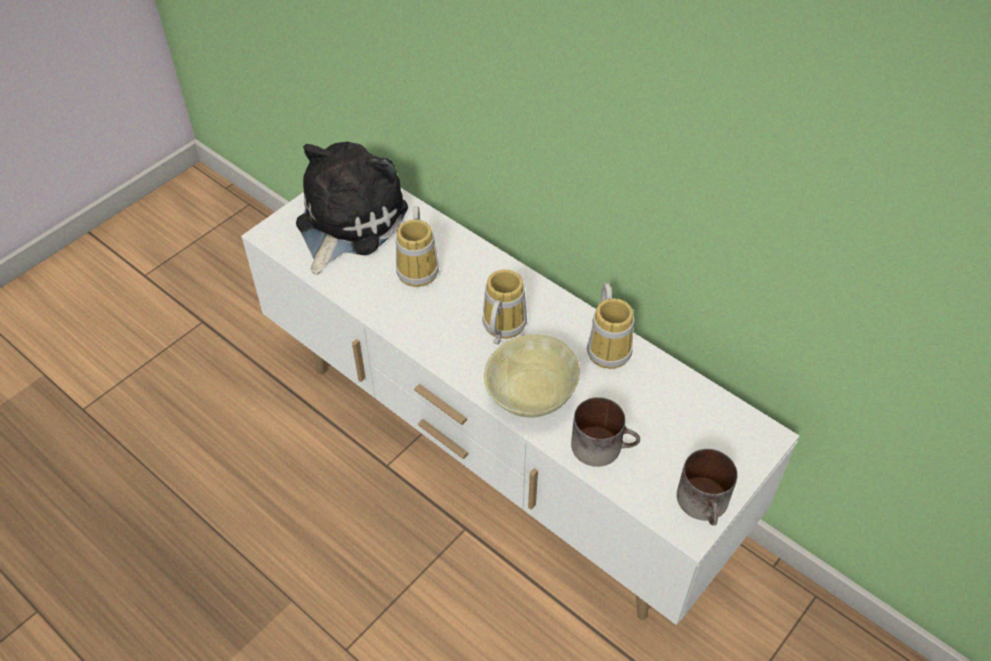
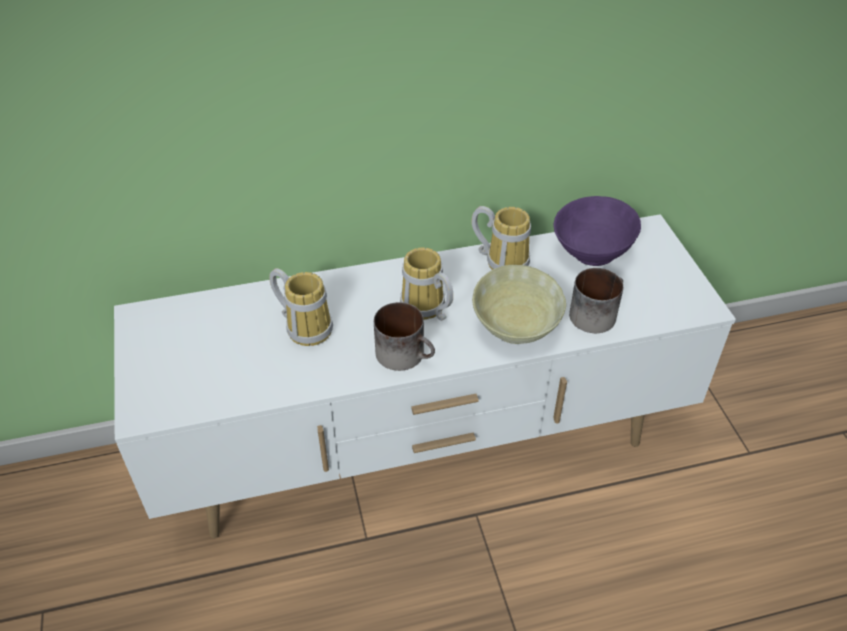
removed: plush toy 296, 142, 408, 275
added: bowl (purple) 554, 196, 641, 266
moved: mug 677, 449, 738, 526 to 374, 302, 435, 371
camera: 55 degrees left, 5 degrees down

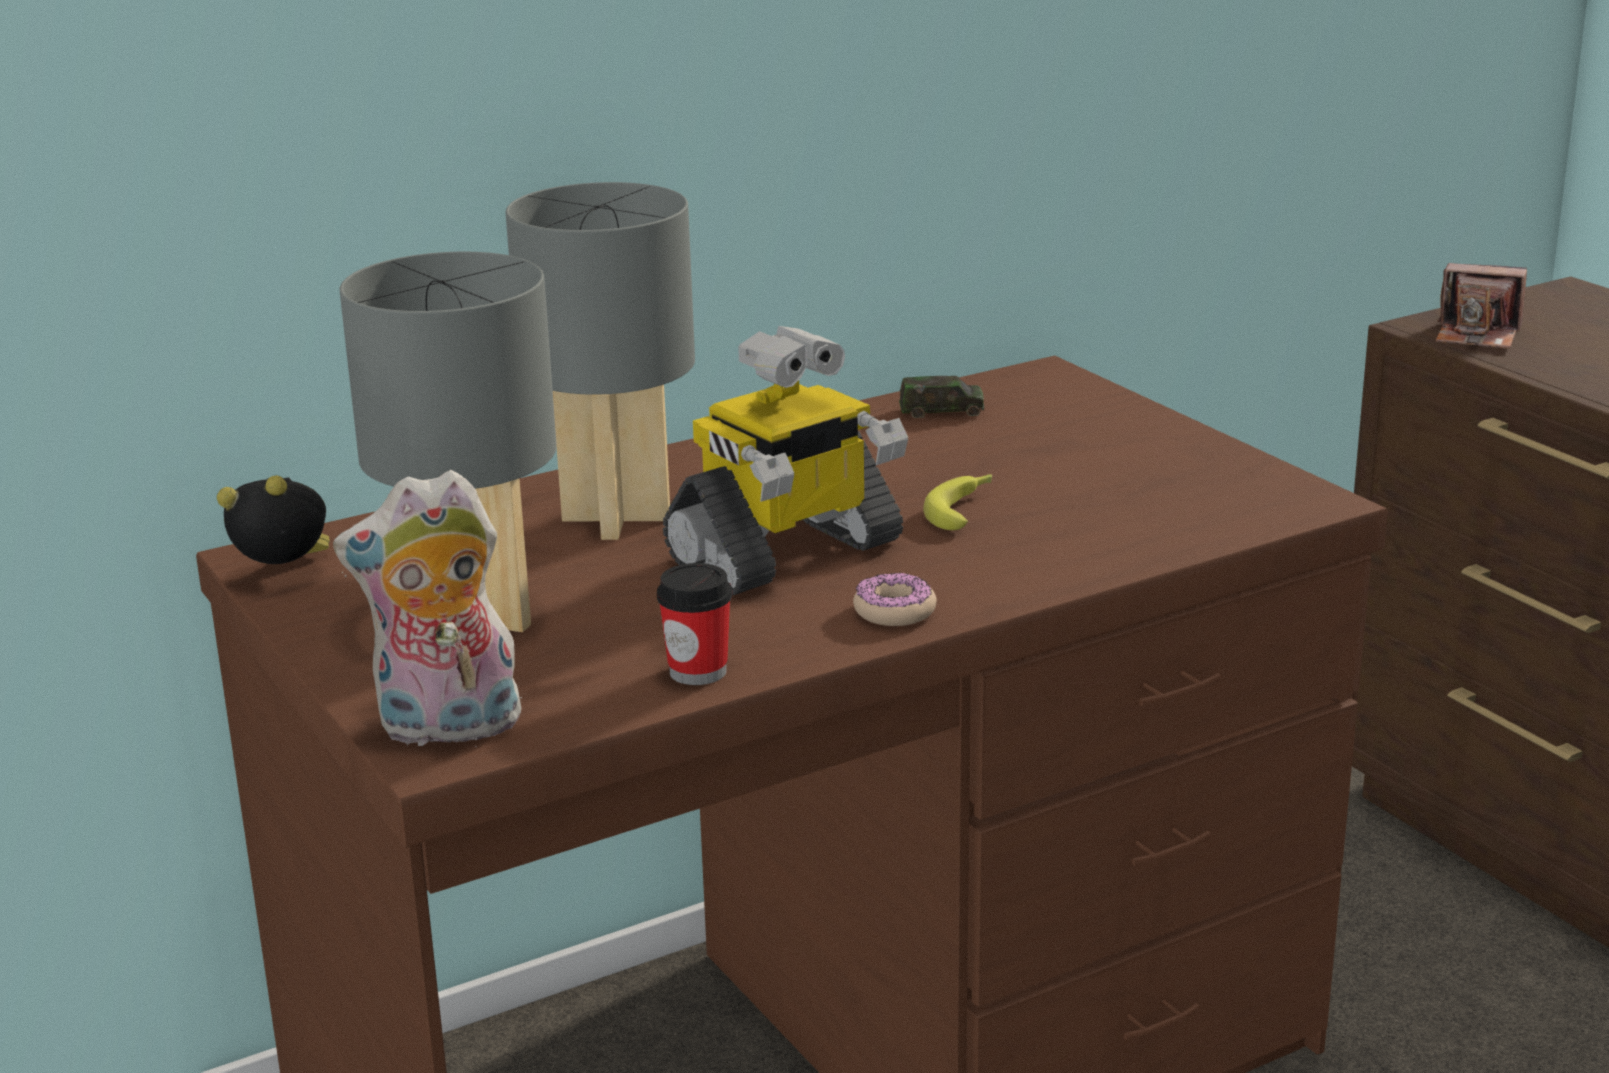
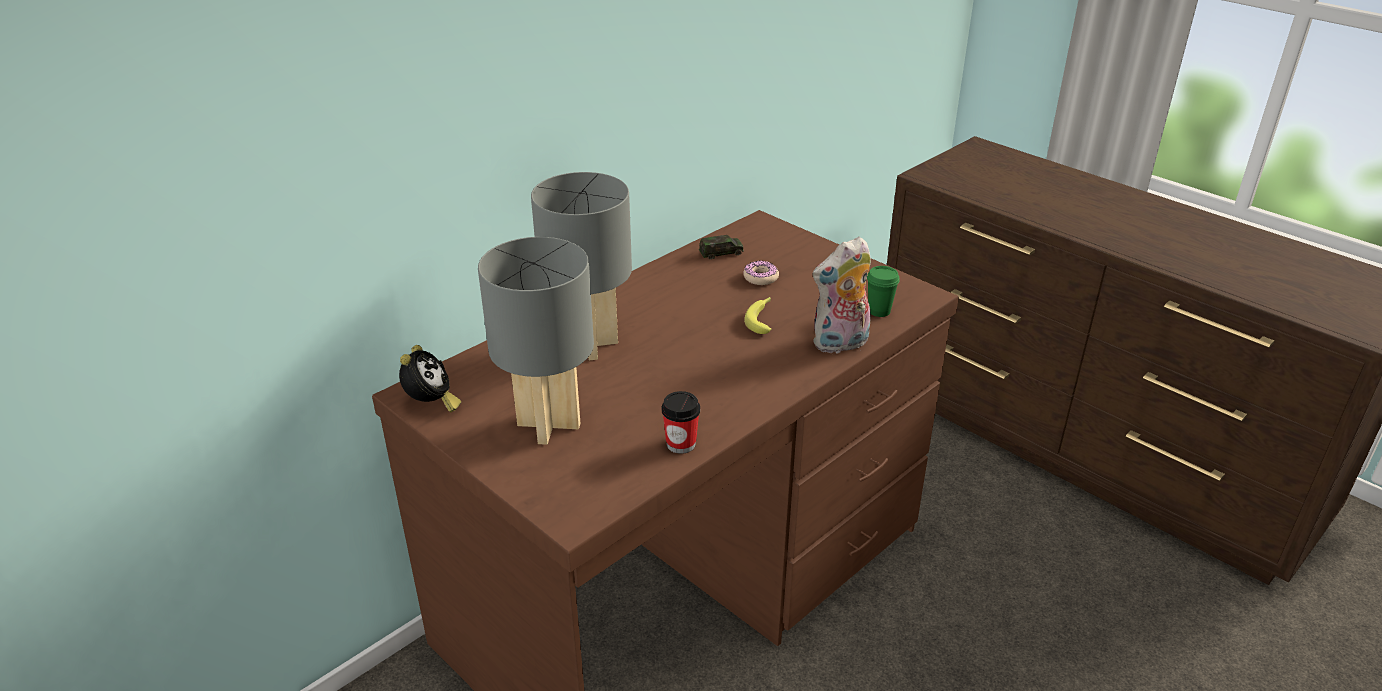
removed: toy robot 663, 326, 908, 595; photo camera 1436, 263, 1527, 349
added: cup (green) 867, 266, 900, 317
moved: plush toy 333, 470, 526, 747 to 812, 237, 871, 354; donut 853, 573, 937, 626 to 743, 261, 779, 285
turned: alarm clock 217, 475, 330, 564 = 399, 345, 461, 413 105 degrees clockwise
camera: 15 degrees left, 10 degrees up

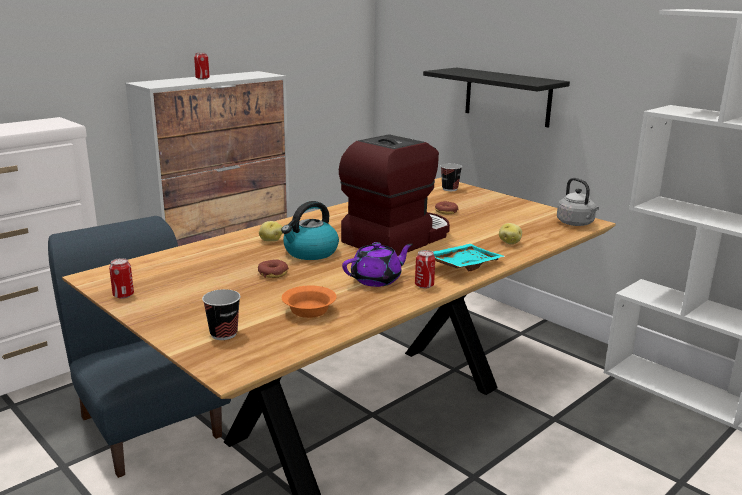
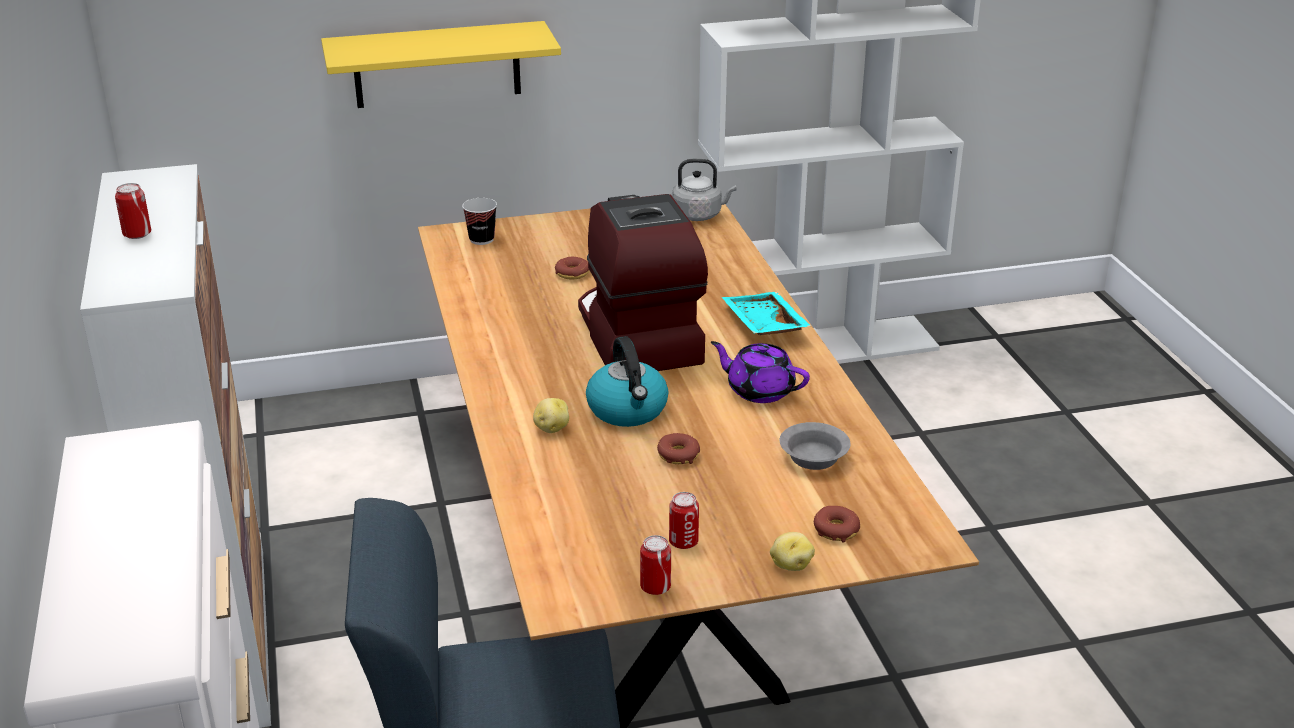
moved: can 415, 250, 435, 289 to 669, 492, 699, 549; potato 499, 223, 522, 244 to 770, 532, 815, 571
replaced: cup 202, 289, 240, 340 to donut 814, 506, 860, 543
recoloured: bowl (orange) 282, 285, 337, 318 to bowl (grey) 779, 422, 851, 470; shelf (black) 423, 67, 570, 128 to shelf (yellow) 321, 21, 561, 108
turned: teapot (purple) 342, 242, 413, 287 = 711, 341, 810, 403 60 degrees counterclockwise
camera: 60 degrees left, 10 degrees up

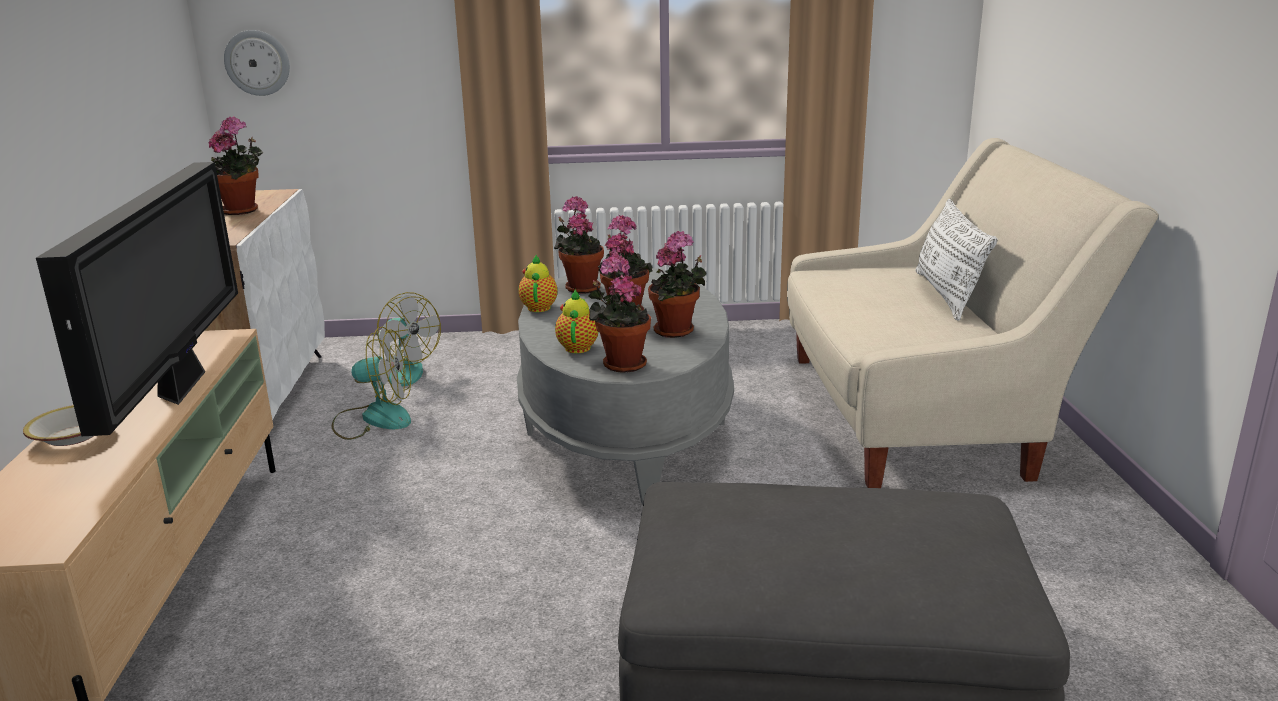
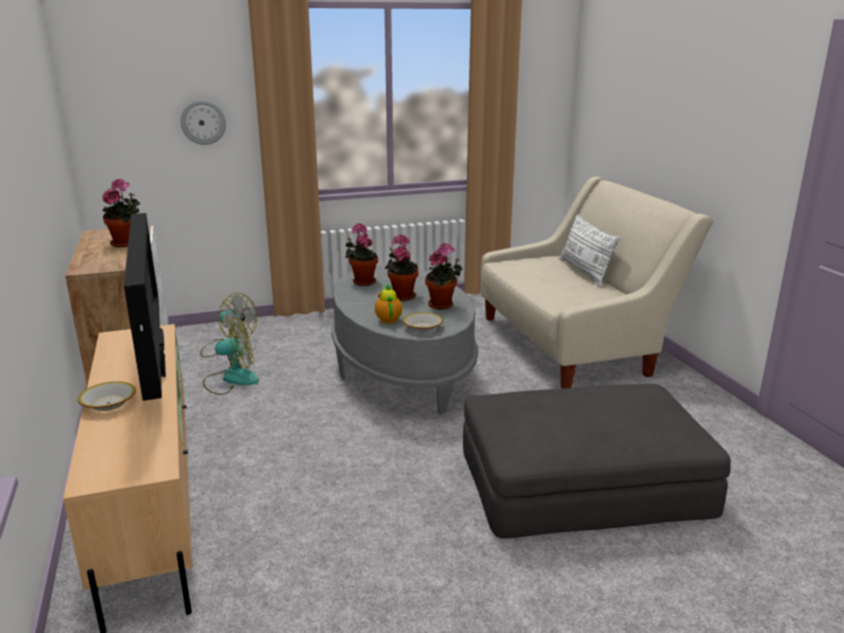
removed: teapot 518, 255, 558, 312
moved: wall clock 224, 30, 290, 96 to 180, 100, 226, 145
replaced: potted plant 589, 254, 651, 373 to bowl 403, 312, 443, 332
camera: 15 degrees left, 0 degrees up

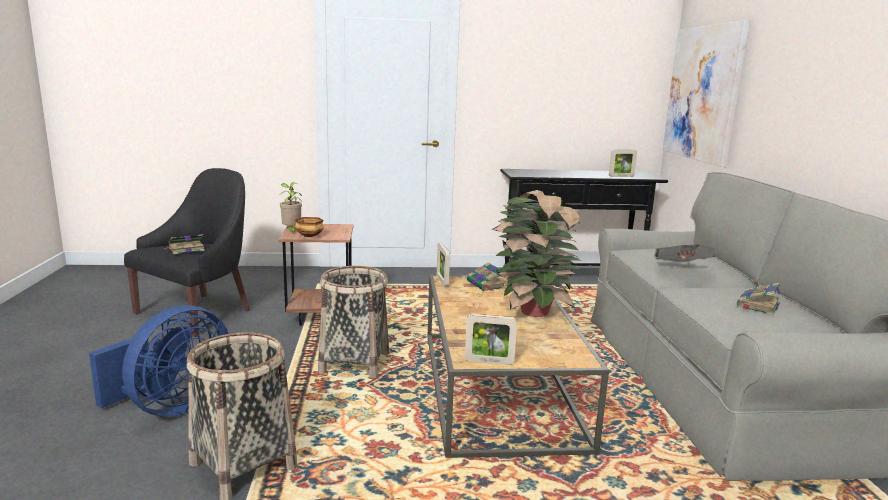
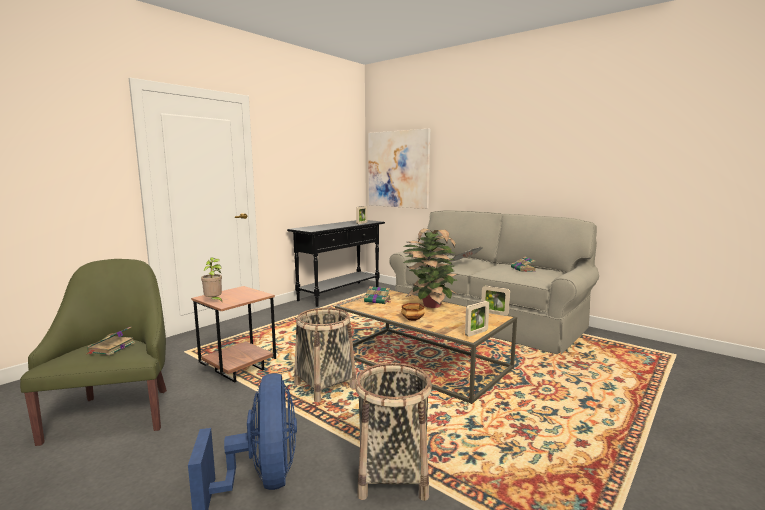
moved: bowl 295, 217, 324, 237 to 401, 303, 425, 321; picture frame 437, 243, 450, 287 to 481, 286, 510, 316
recoloured: armchair (black) 124, 168, 250, 337 to armchair (green) 20, 259, 167, 446
camera: 45 degrees left, 5 degrees down

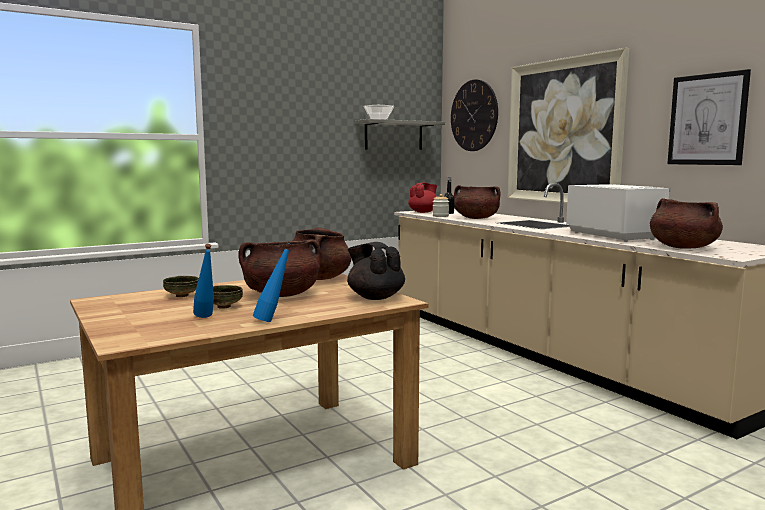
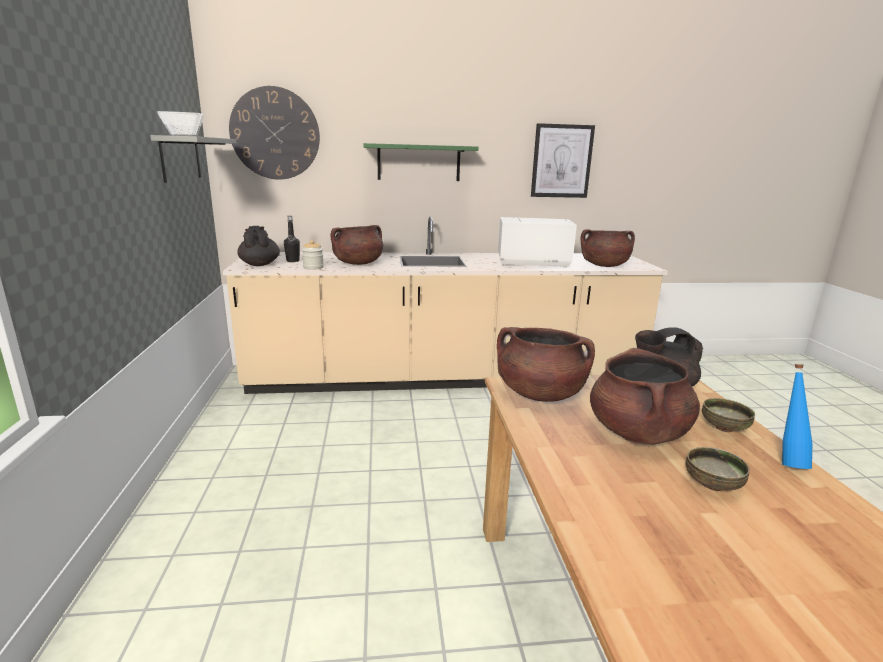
removed: bottle (blue) 193, 244, 214, 318
moved: bowl 163, 276, 199, 297 to 702, 398, 755, 432
replaced: picture 507, 47, 629, 204 to shelf (green) 363, 143, 478, 181
recoloured: teapot (red) 408, 183, 437, 213 to teapot (black) 237, 226, 280, 266
camera: 65 degrees left, 10 degrees up

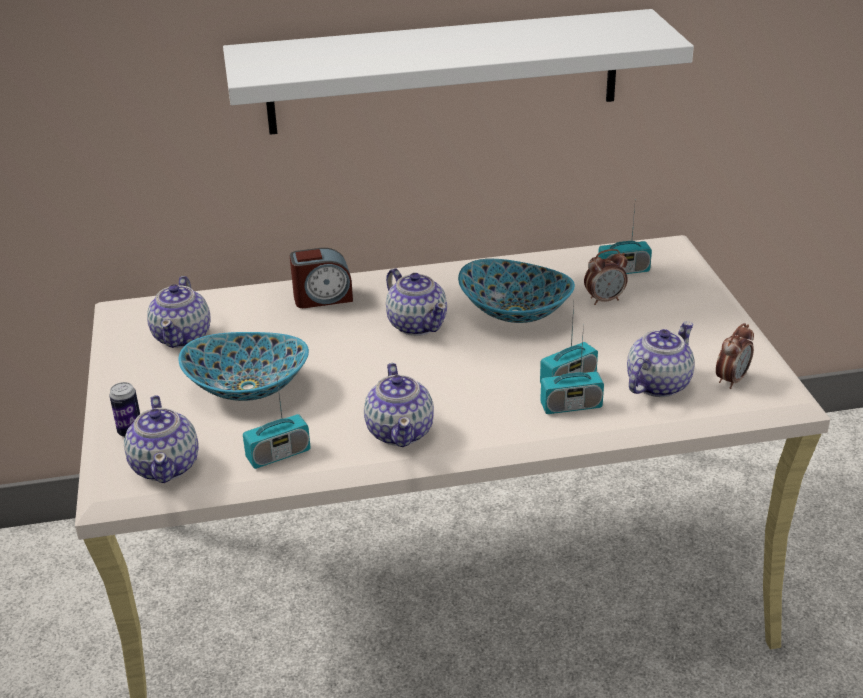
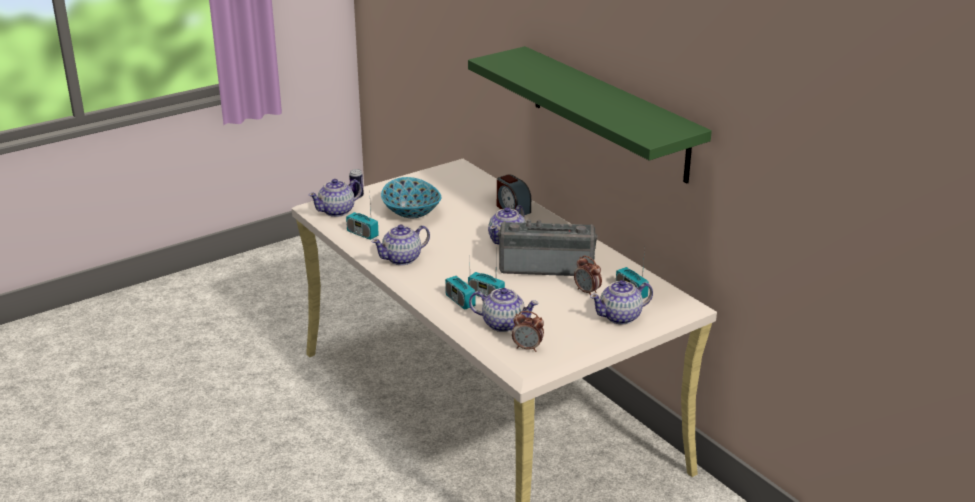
moved: teapot 147, 276, 210, 348 to 590, 280, 653, 324
replaced: bowl 458, 259, 575, 323 to radio 498, 219, 597, 276
recoloured: shelf (white) 223, 9, 694, 135 to shelf (green) 468, 46, 712, 183
camera: 65 degrees right, 5 degrees down

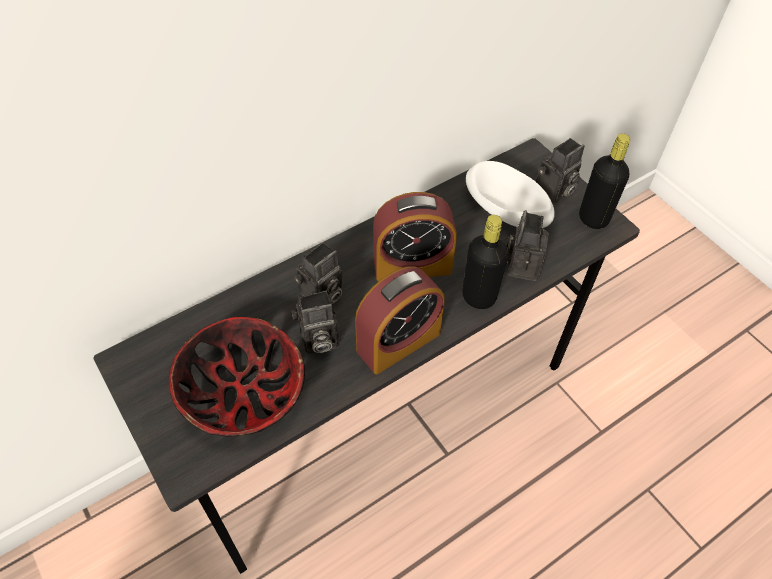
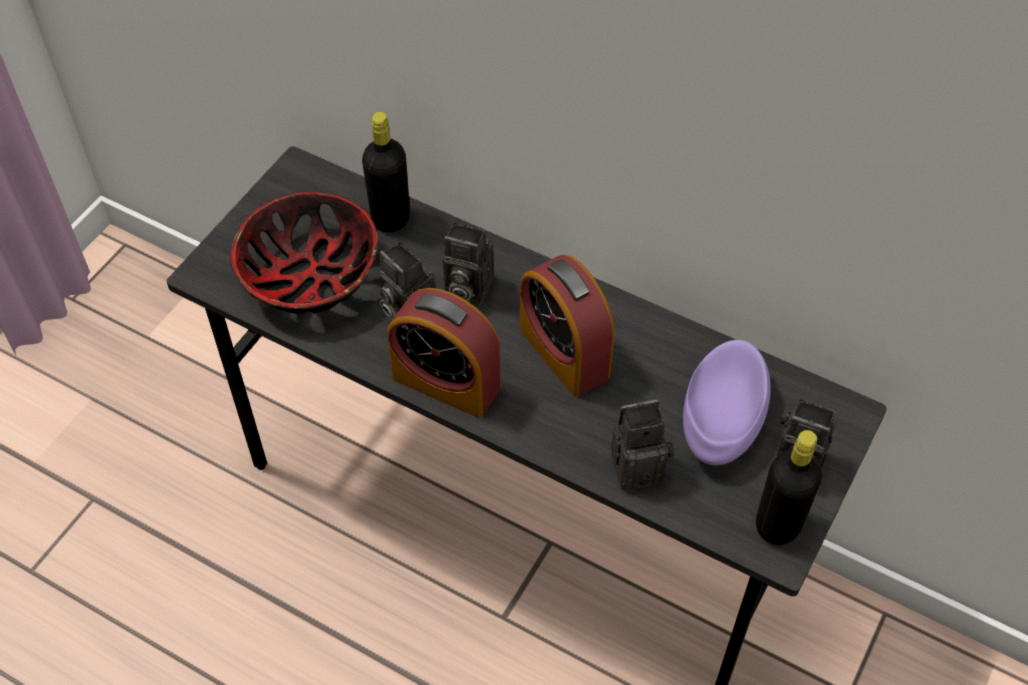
moved: bottle (black) 462, 215, 508, 309 to 362, 112, 410, 233
recoloured: bowl (white) 466, 161, 555, 228 to bowl (purple) 683, 340, 771, 465
camera: 65 degrees right, 0 degrees up

